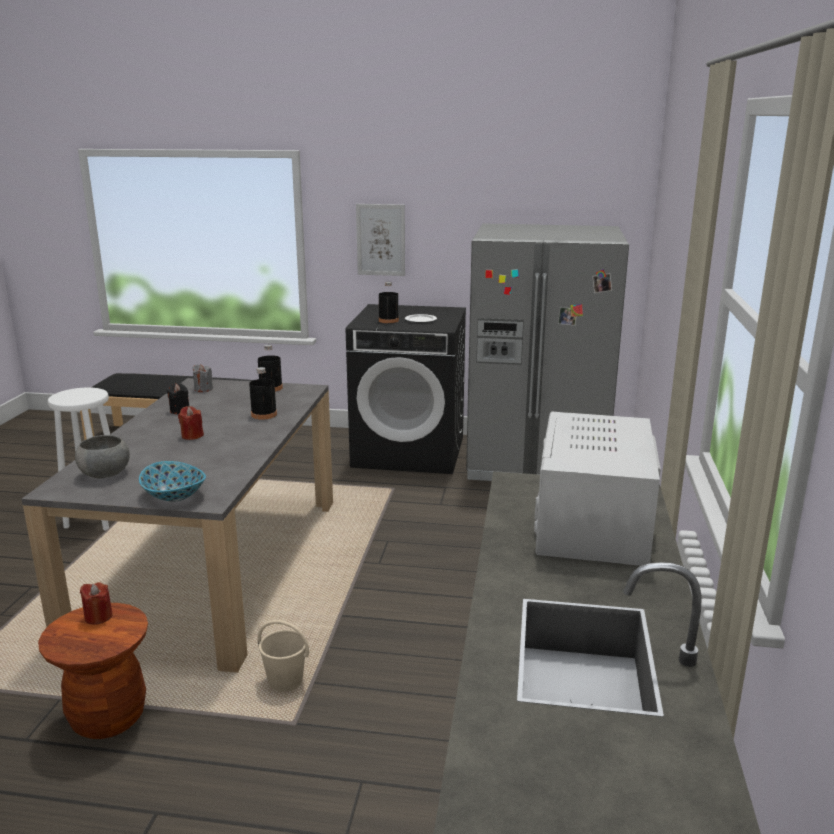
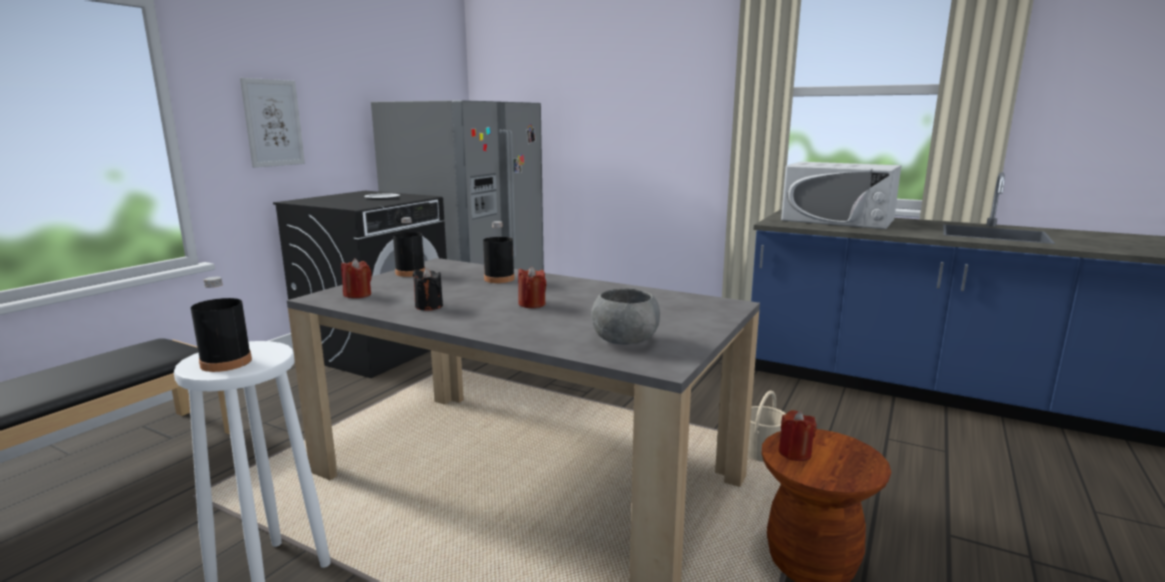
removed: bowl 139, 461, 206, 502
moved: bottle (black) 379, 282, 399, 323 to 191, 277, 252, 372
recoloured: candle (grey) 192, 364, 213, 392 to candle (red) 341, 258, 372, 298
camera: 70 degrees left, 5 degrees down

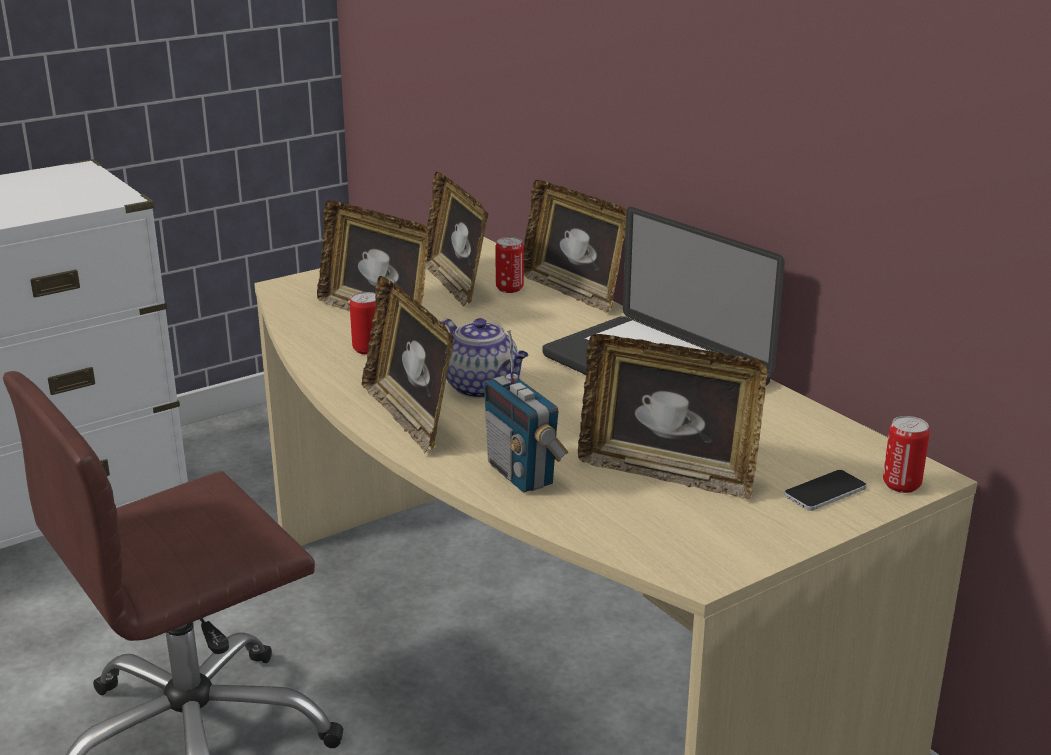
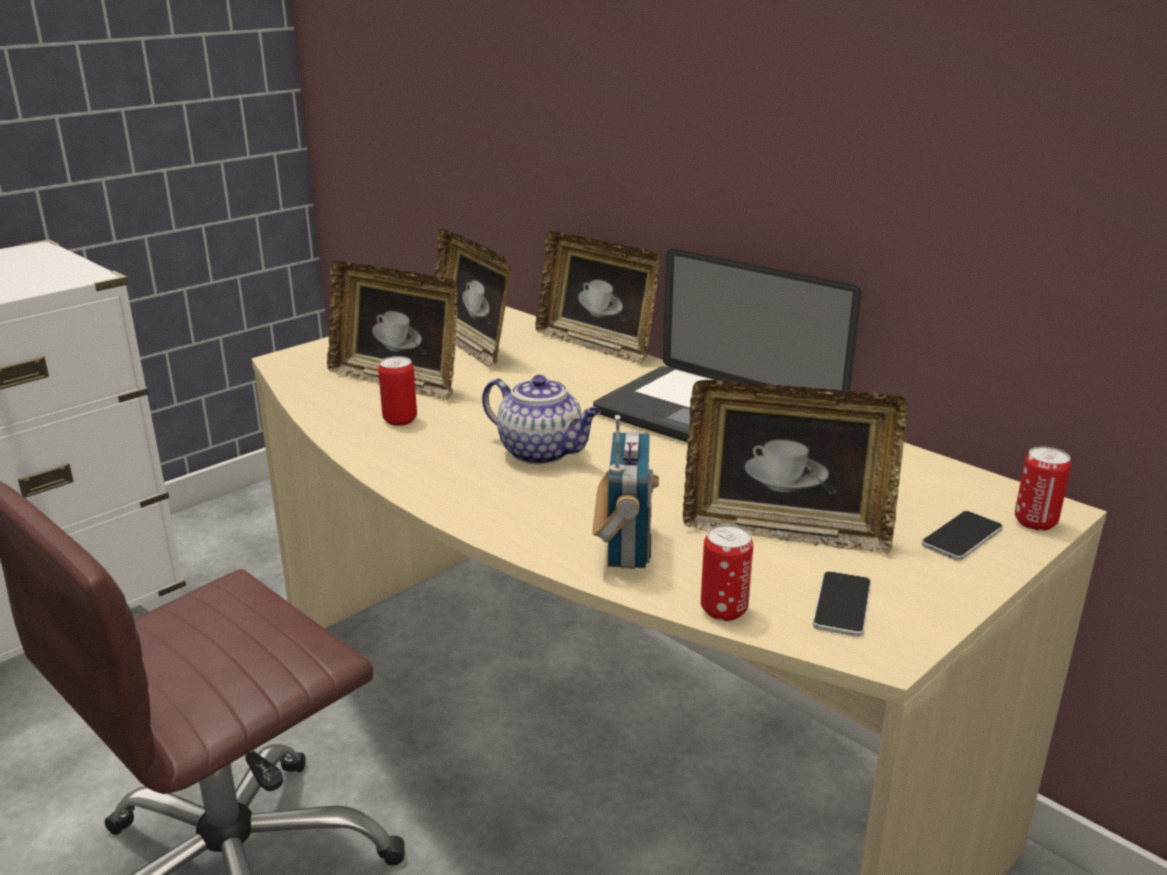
removed: picture frame 362, 276, 454, 453
added: phone 813, 571, 871, 637
moved: can 495, 237, 524, 293 to 701, 524, 753, 621
turned: radio 484, 330, 568, 492 = 592, 415, 659, 569 135 degrees counterclockwise
camera: 10 degrees left, 0 degrees up

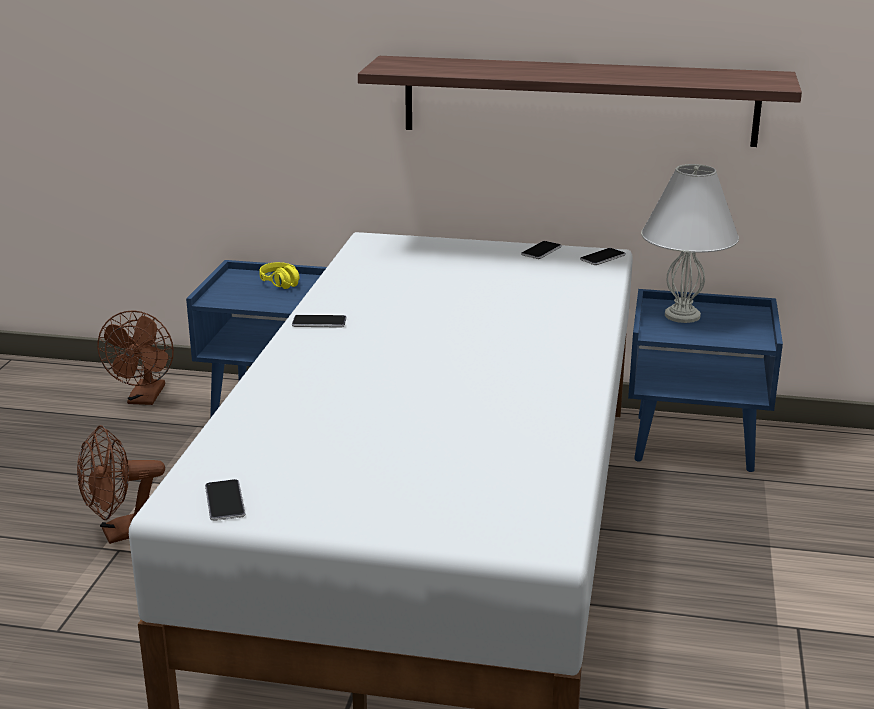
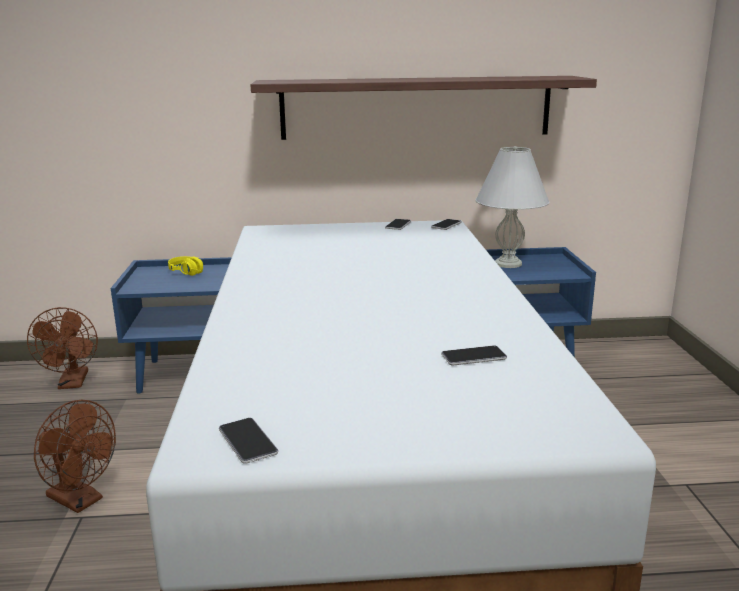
moved: phone 292, 315, 347, 328 to 441, 345, 507, 365
turned: fan (brown) 77, 425, 165, 544 = 34, 400, 116, 513 105 degrees counterclockwise
camera: 15 degrees left, 5 degrees down

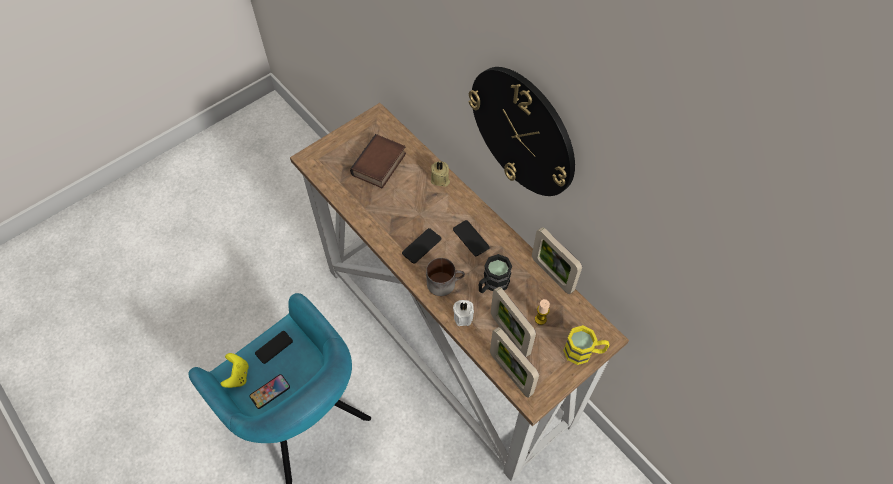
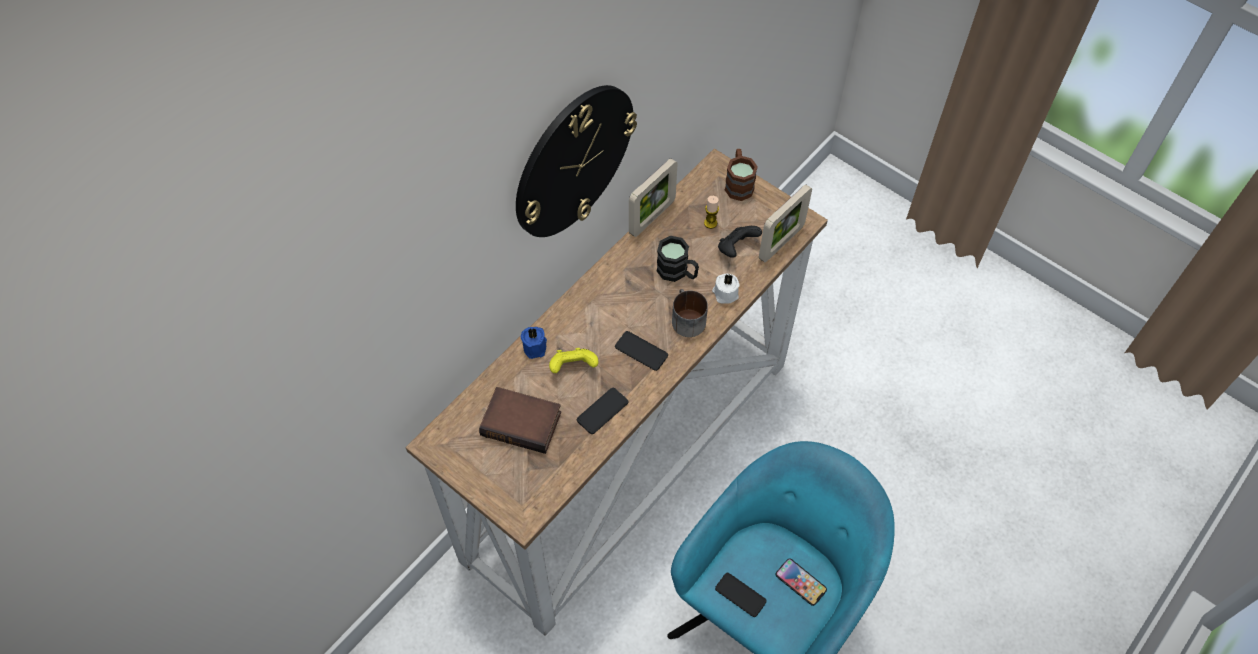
moved: game controller (yellow) 221, 353, 249, 388 to 549, 348, 598, 373; phone 453, 220, 490, 256 to 577, 388, 628, 434
replaced: picture frame 491, 287, 536, 357 to game controller (black) 718, 226, 762, 258
recoloured: candle (beige) 431, 161, 450, 187 to candle (blue) 521, 327, 547, 359; mug (yellow) 563, 325, 609, 365 to mug (brown) 725, 149, 758, 201
camera: 100 degrees left, 0 degrees up

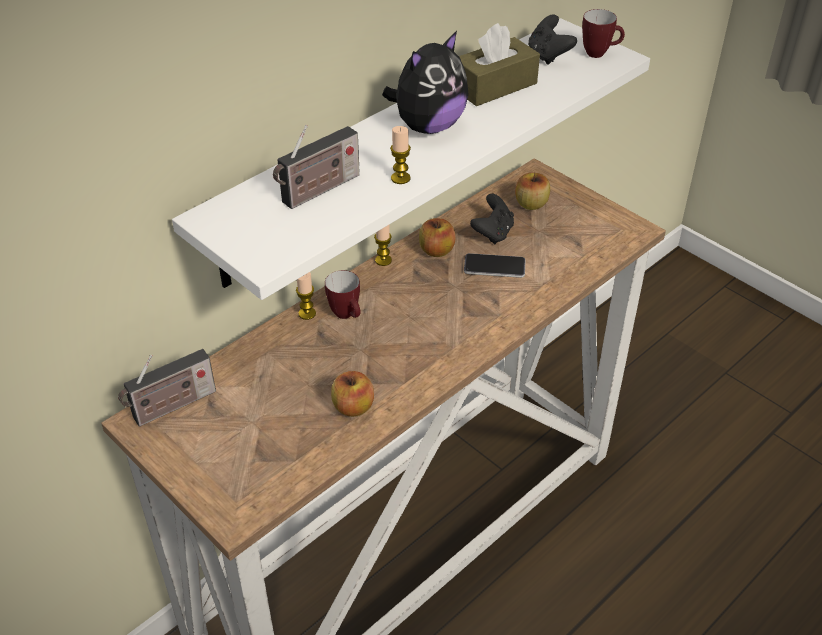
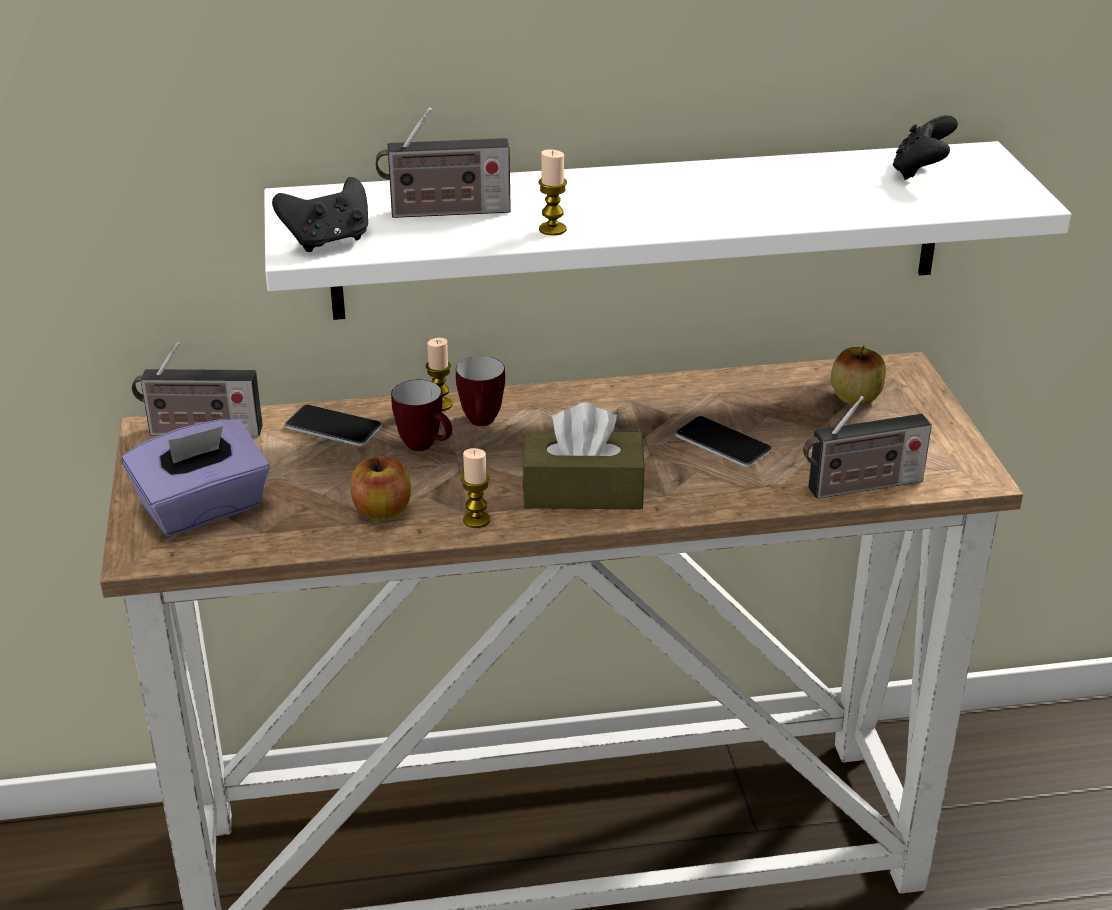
removed: plush toy 382, 31, 469, 134; apple 419, 218, 455, 257
added: tissue box (purple) 122, 419, 270, 536; phone 285, 404, 382, 446; radio 803, 396, 932, 499
moved: candle 374, 224, 392, 266 to 461, 448, 490, 528; tissue box (brown) 459, 23, 540, 106 to 522, 402, 645, 509; game controller (black) 470, 194, 514, 244 to 272, 177, 368, 252; mug 582, 9, 625, 58 to 391, 380, 452, 451
camera: 35 degrees right, 10 degrees down

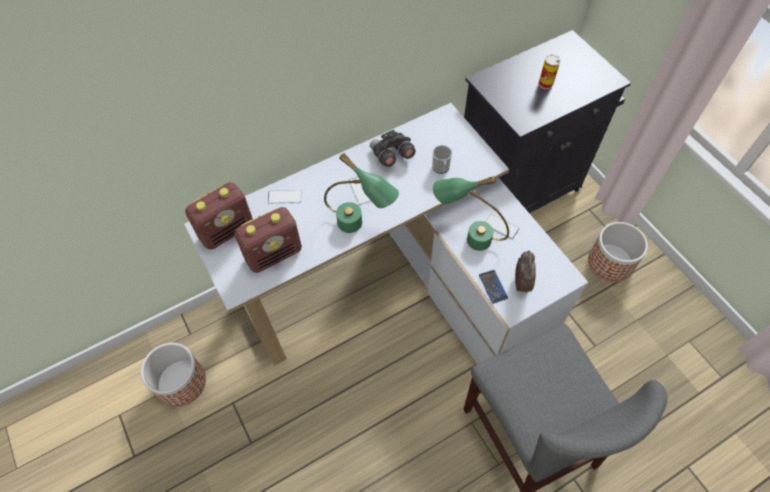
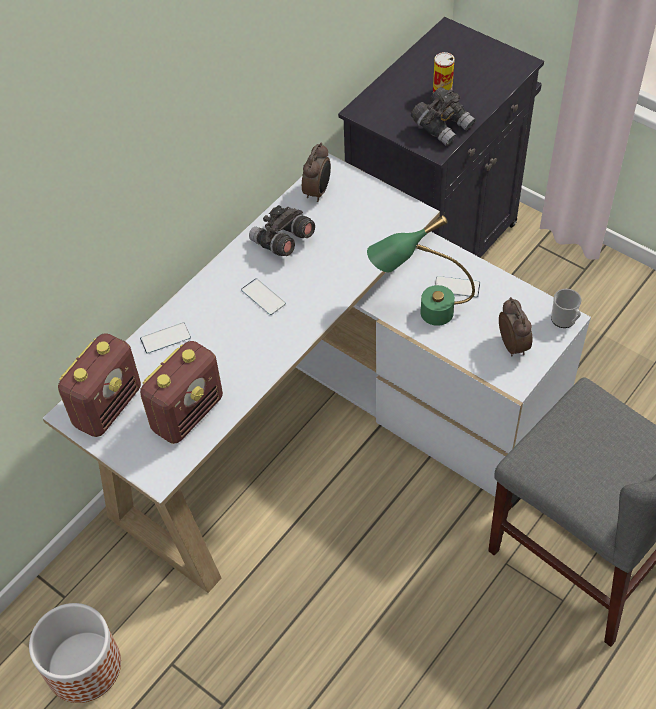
removed: table lamp (green) 324, 153, 399, 233; phone 479, 270, 508, 304; planter 588, 222, 648, 282
added: alarm clock 302, 143, 331, 202; binoculars (grey) 411, 87, 475, 146
moved: mug 432, 145, 452, 174 to 551, 289, 581, 328
camera: 20 degrees left, 5 degrees down

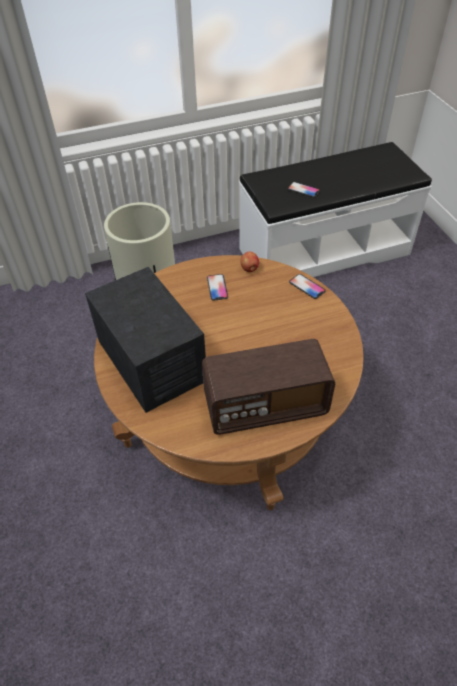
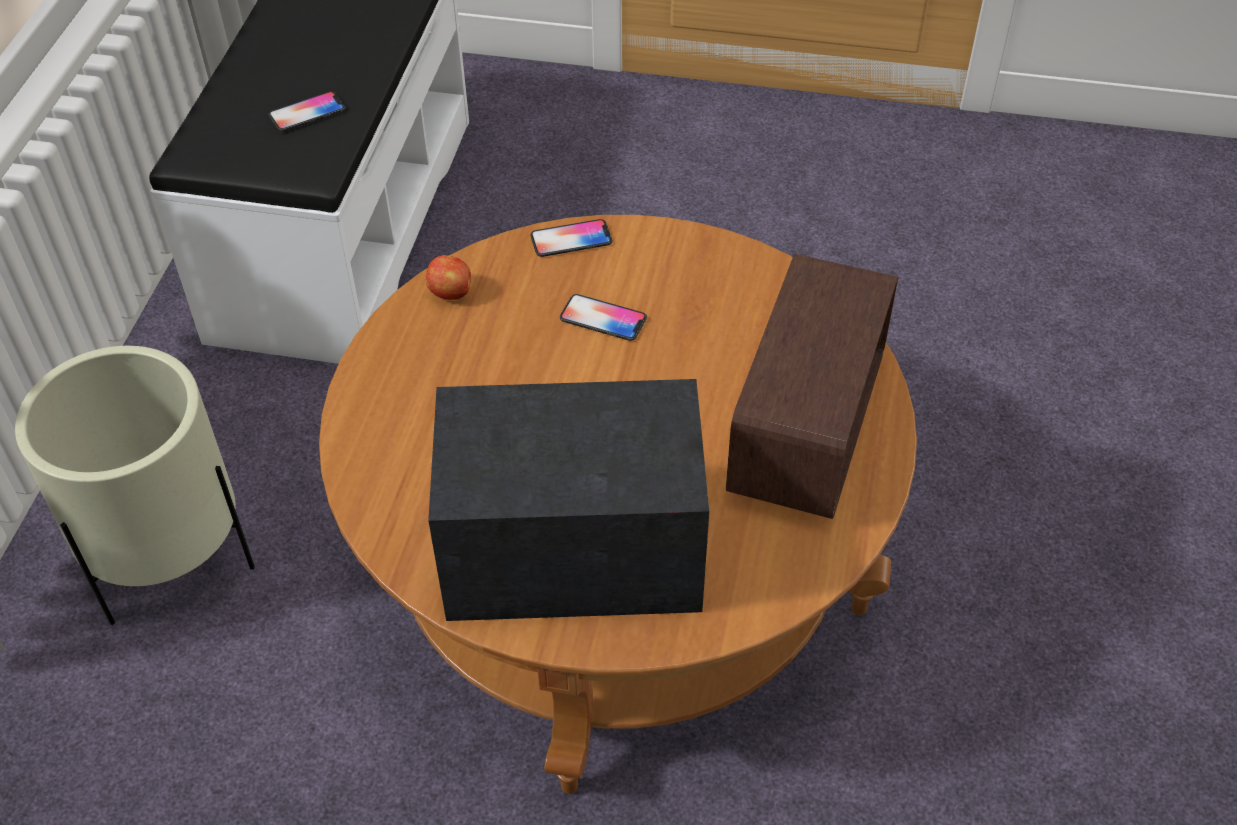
moved: phone 207, 274, 228, 301 to 560, 294, 647, 341
camera: 60 degrees left, 0 degrees up

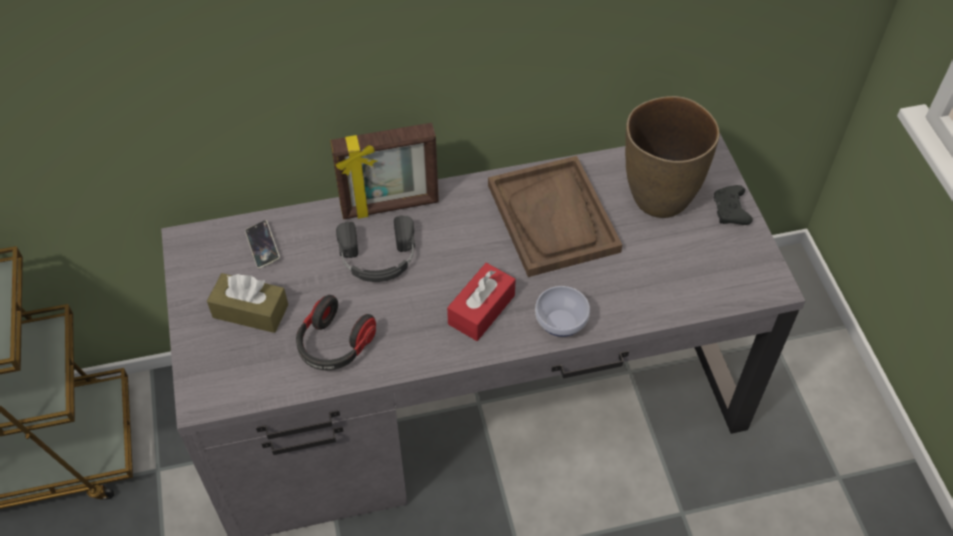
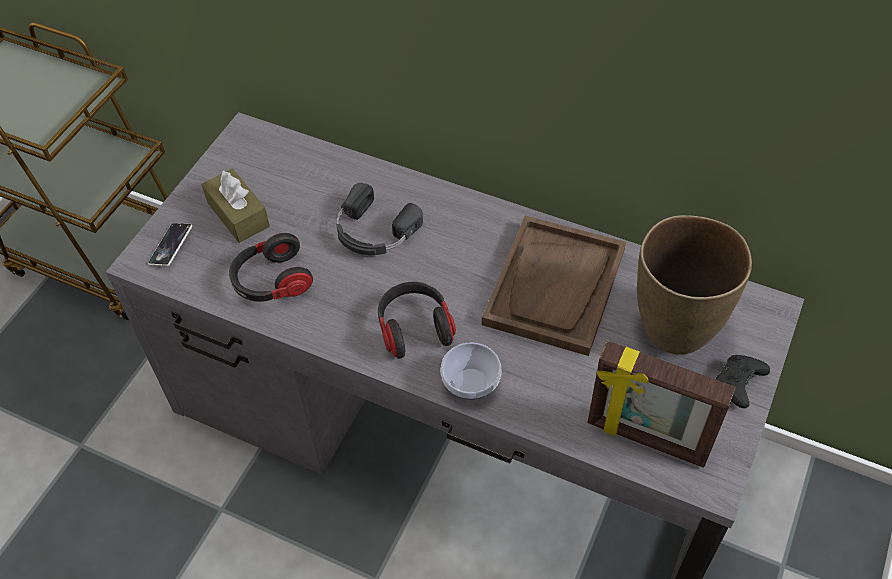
moved: phone 245, 220, 280, 269 to 148, 223, 192, 266; picture frame 330, 123, 439, 219 to 588, 341, 736, 468
replaced: tissue box (red) 447, 263, 516, 341 to headphones 378, 282, 456, 359
camera: 40 degrees right, 0 degrees up

